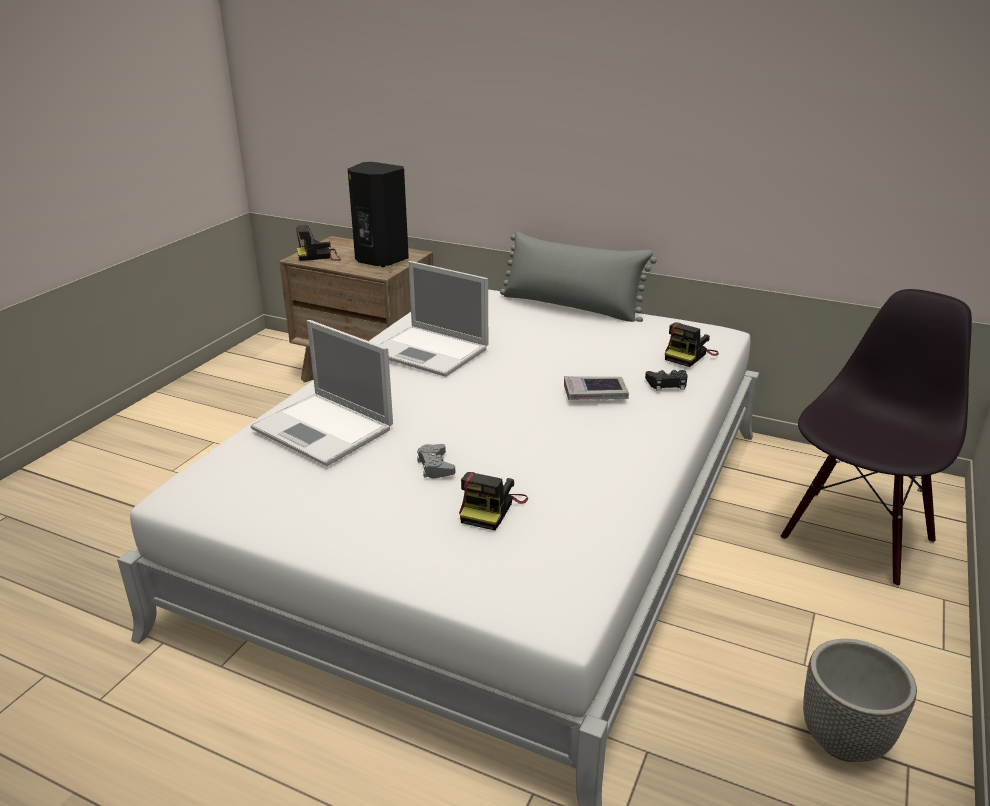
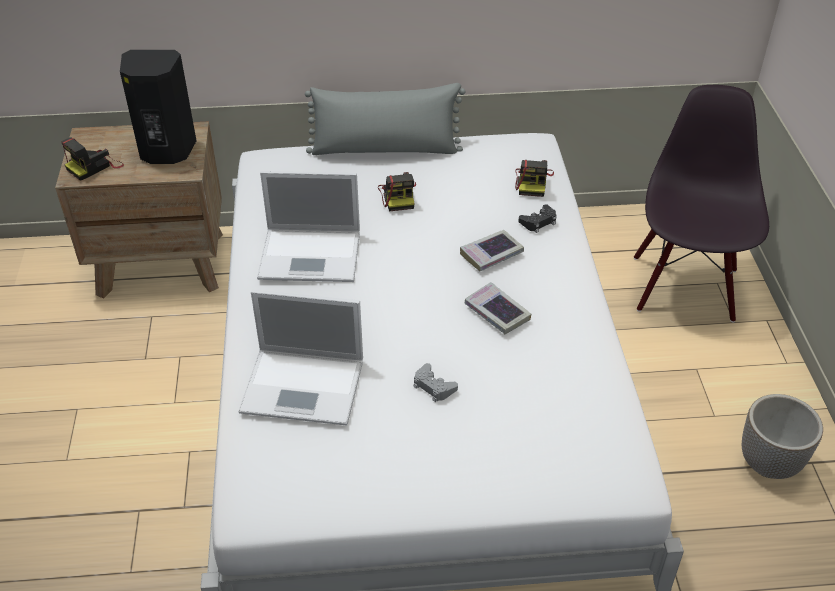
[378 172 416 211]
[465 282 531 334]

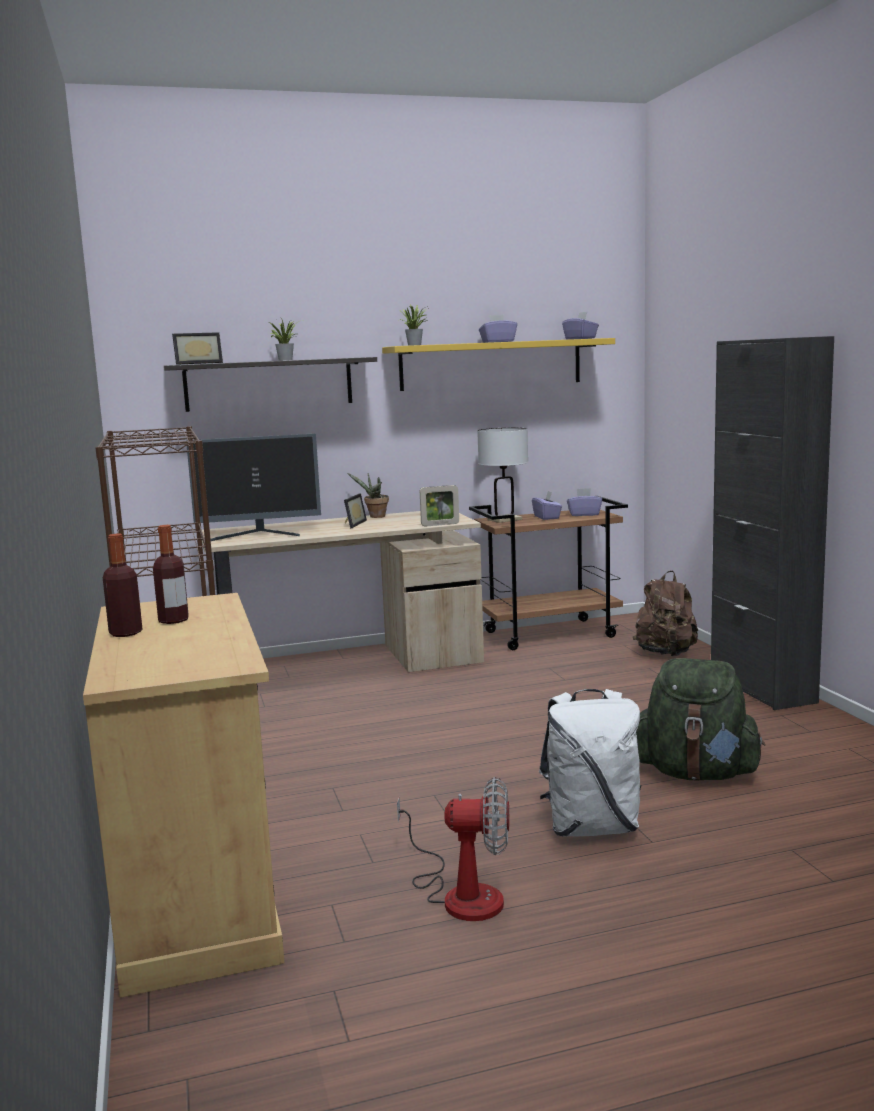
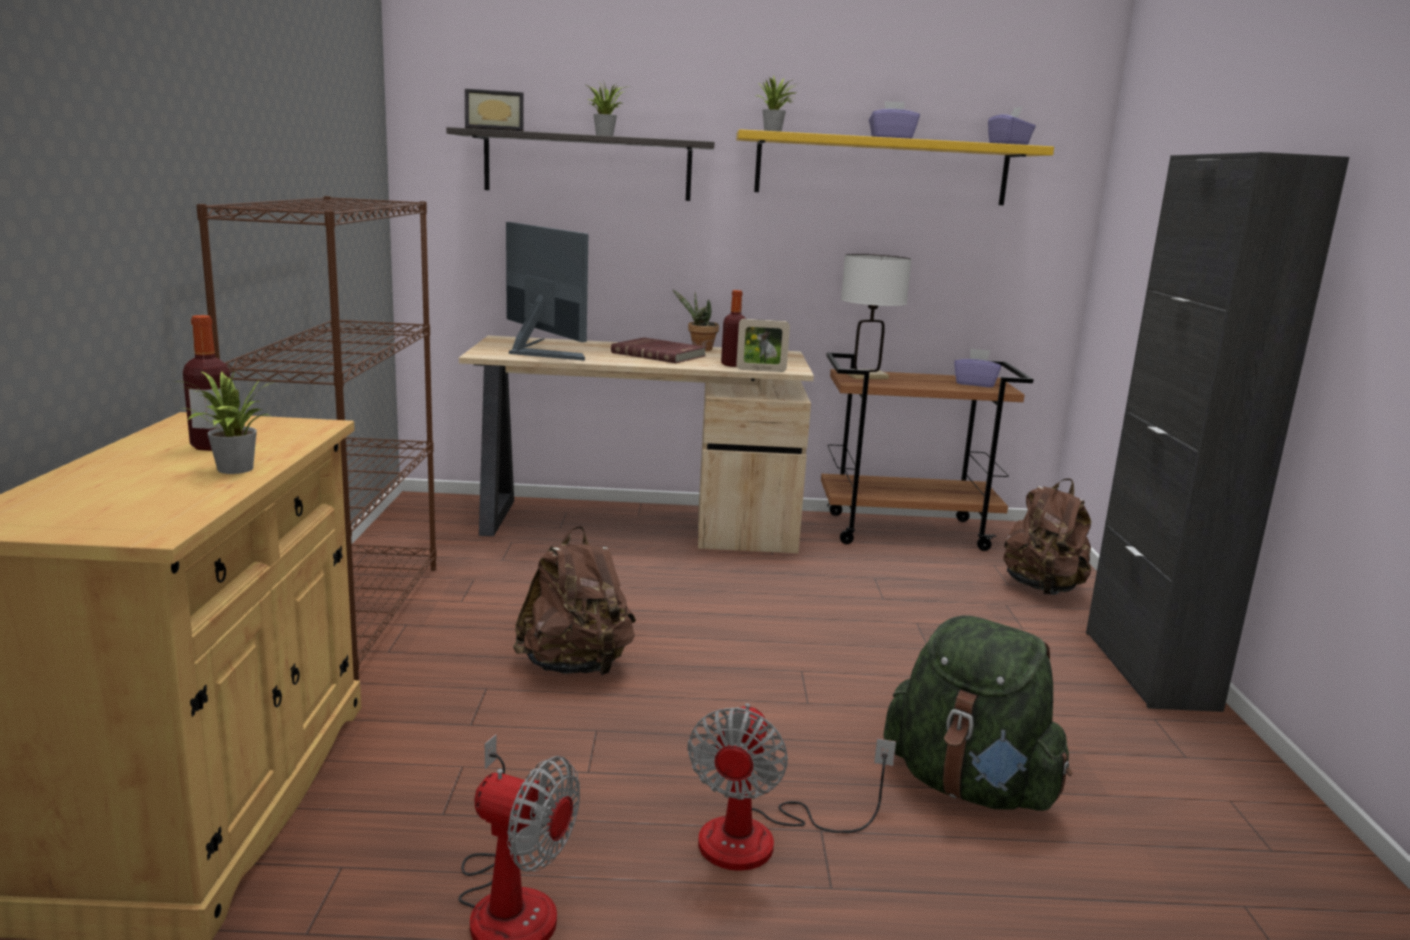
[506 222 588 361]
[532 491 562 520] (first image)
[611 337 706 363]
[721 290 746 367]
[687 703 896 871]
[175 370 274 474]
[513 526 636 675]

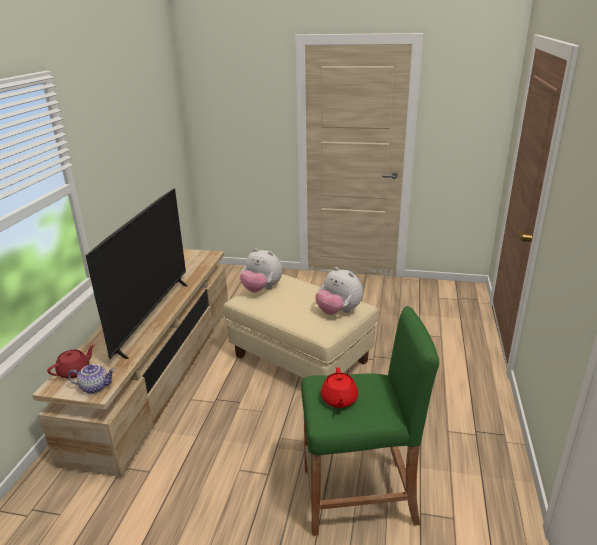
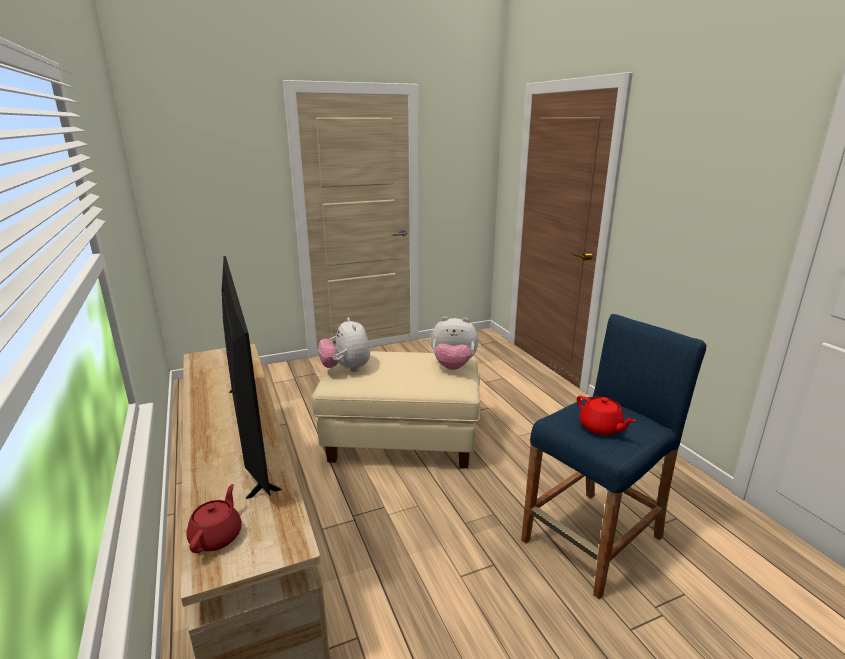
[318 317 370 372]
[521 314 707 599]
[68 364 115 394] (first image)

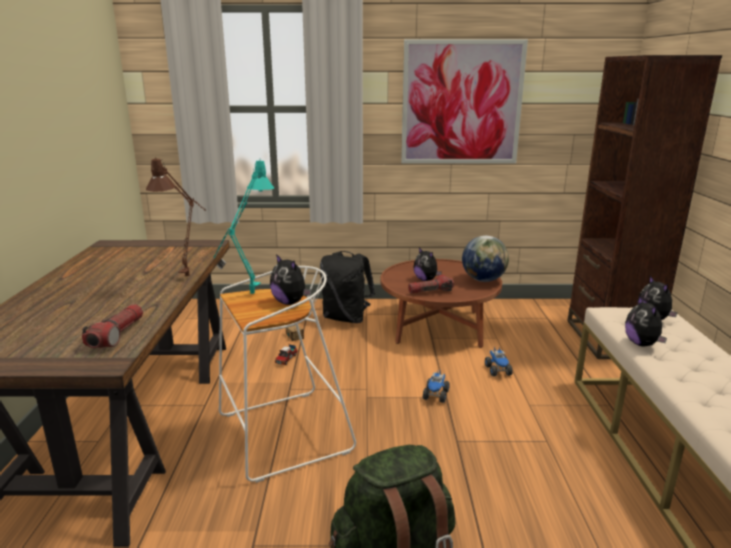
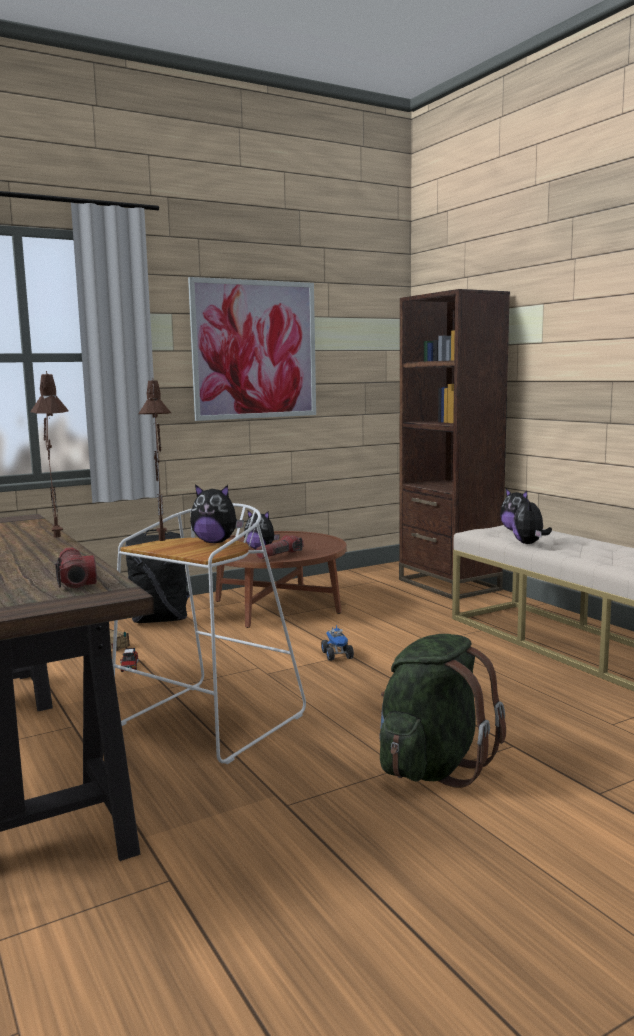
[138 378 171 541]
[462 236 509 282] (first image)
[512 497 552 544]
[485 346 513 376] (first image)

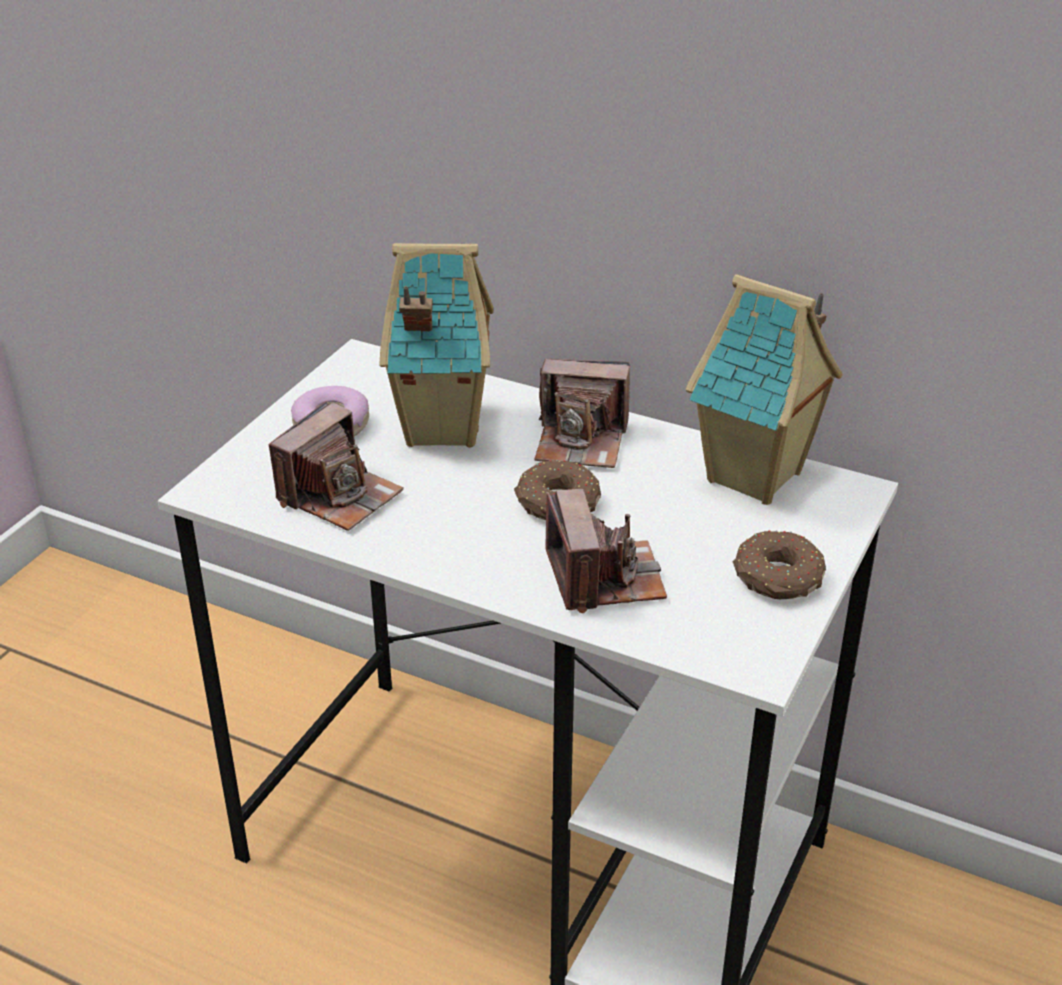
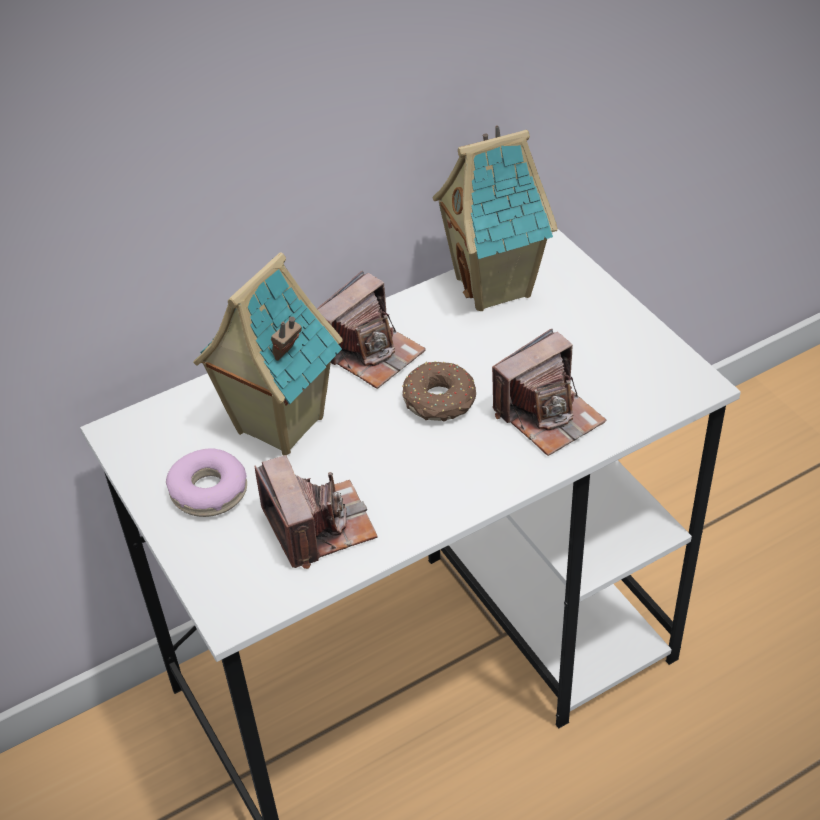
[492 329 606 456]
[732 530 826 599] (first image)

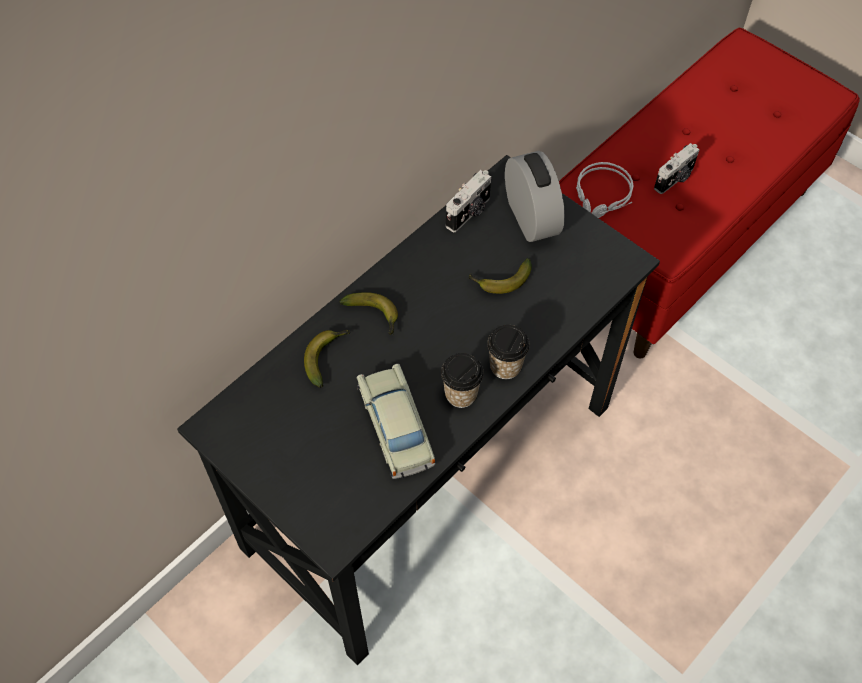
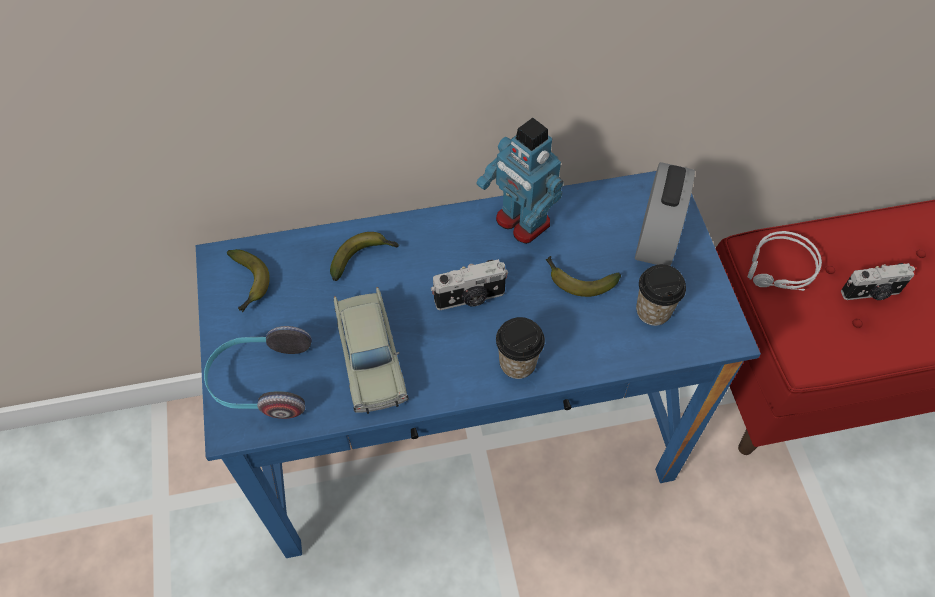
[196 171 761 558]
[431 259 508 310]
[227 249 270 312]
[636 264 686 326]
[334 287 409 414]
[477 118 564 244]
[204 326 312 419]

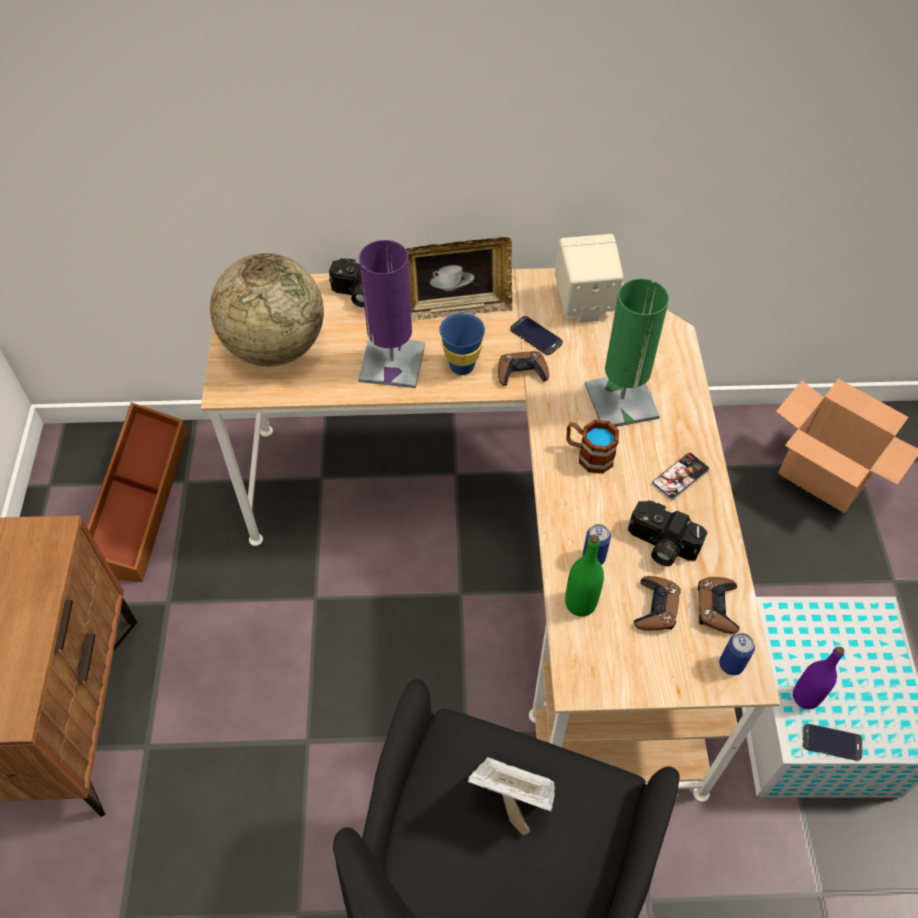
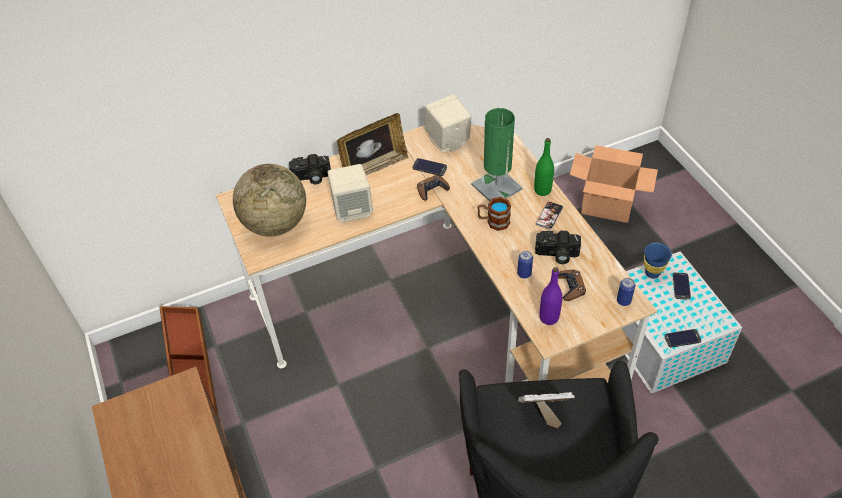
[328 164 373 223]
[644 243 672 279]
[534 138 554 196]
[698 577 739 634] (first image)
[540 267 562 325]
[673 272 691 300]

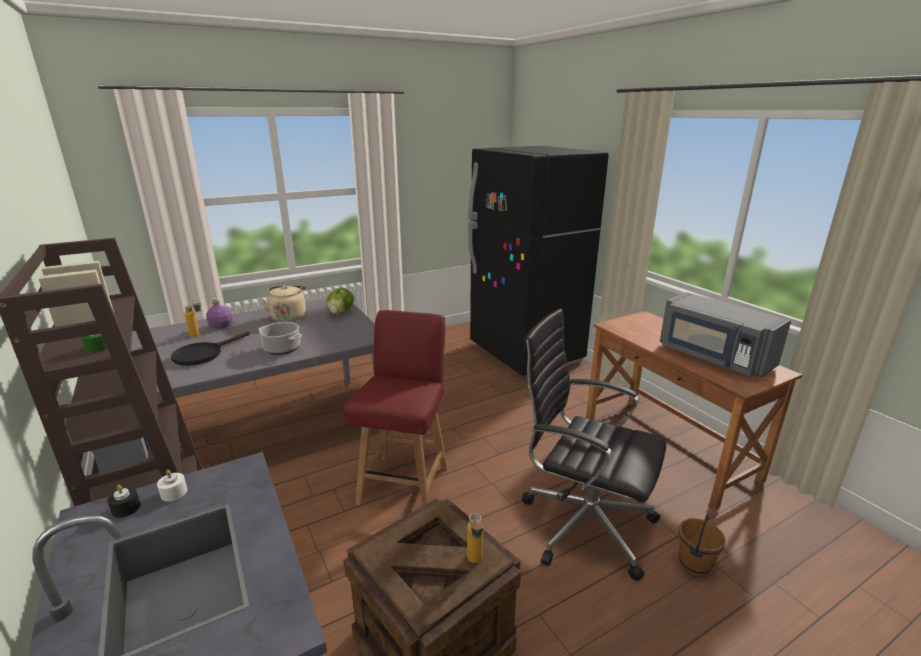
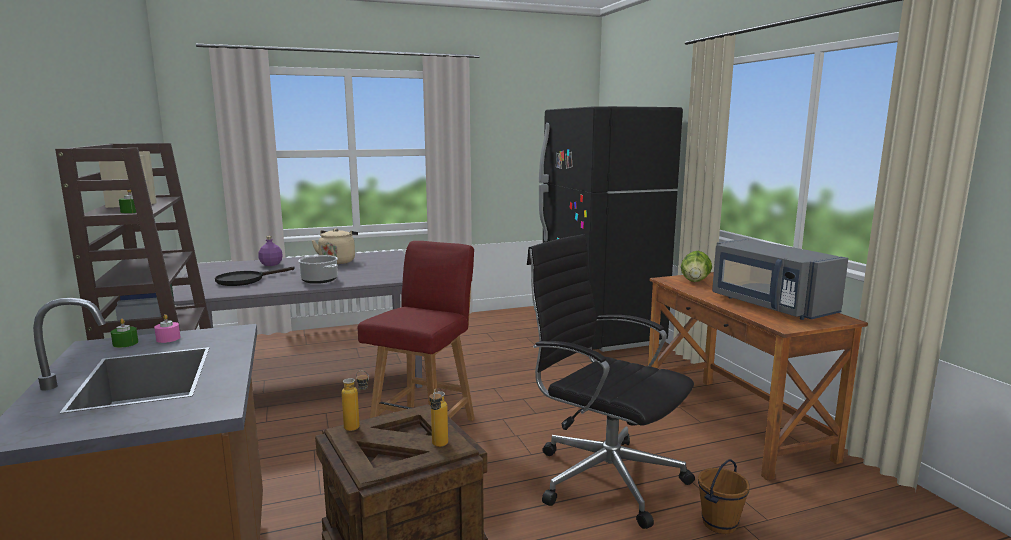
[681 251 712 282]
[342 370 369 431]
[154 314 181 343]
[111 319 138 348]

